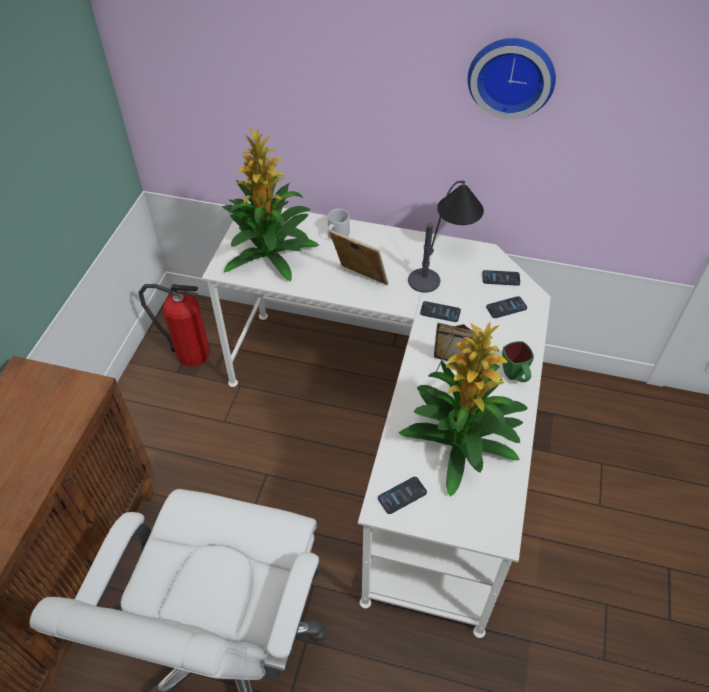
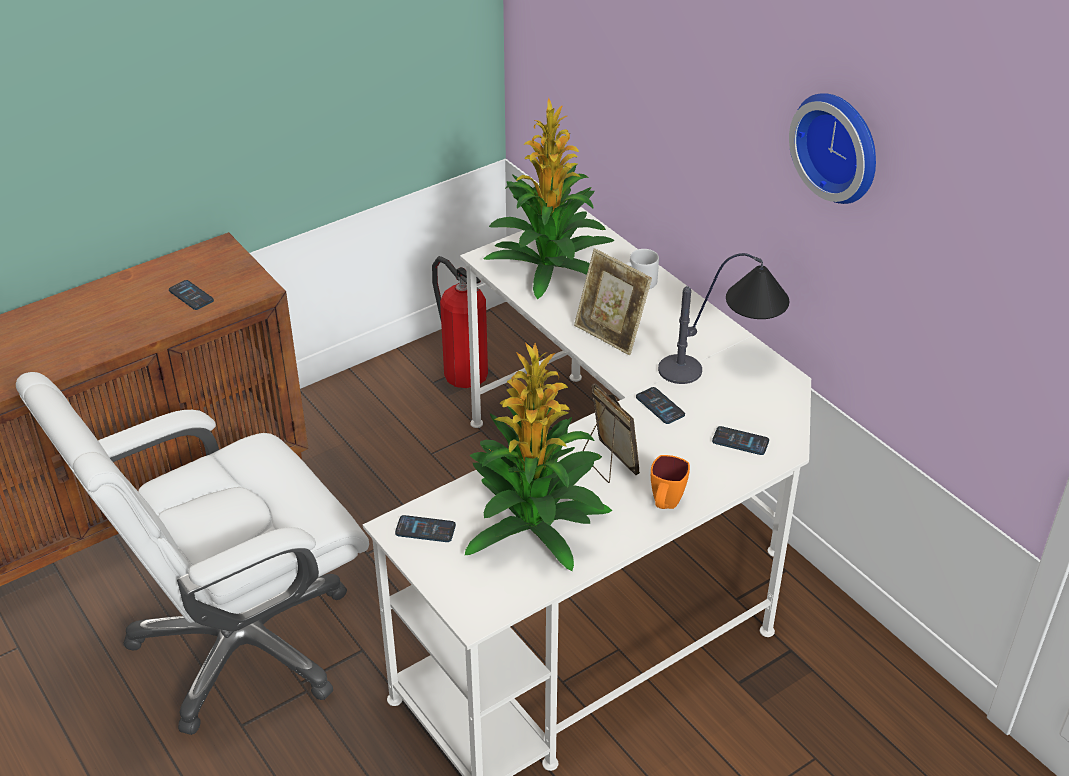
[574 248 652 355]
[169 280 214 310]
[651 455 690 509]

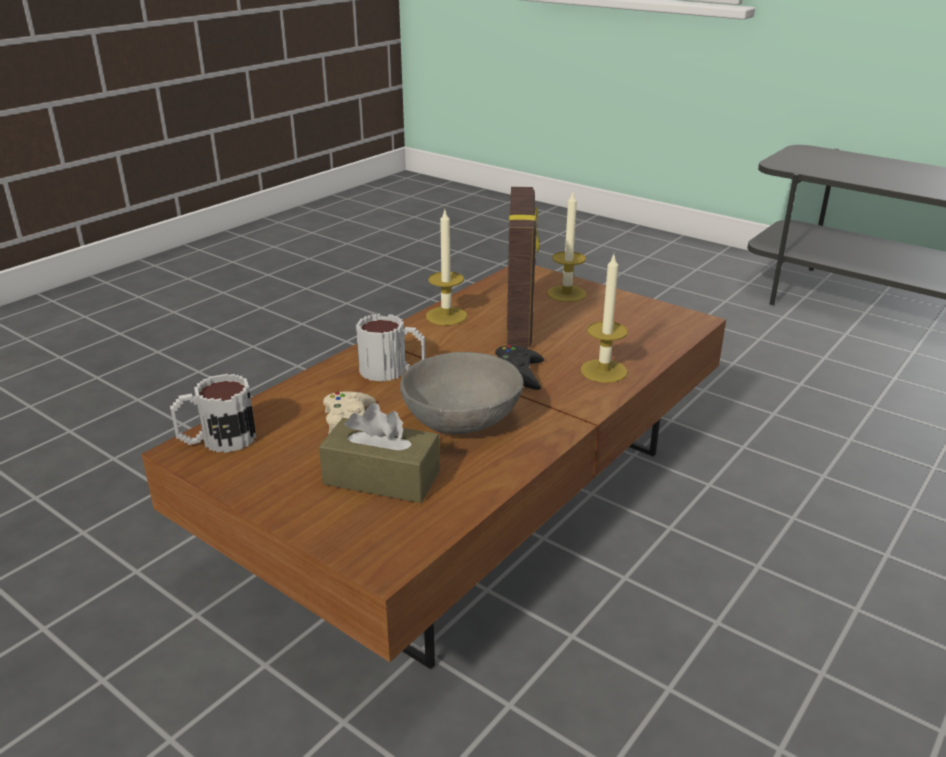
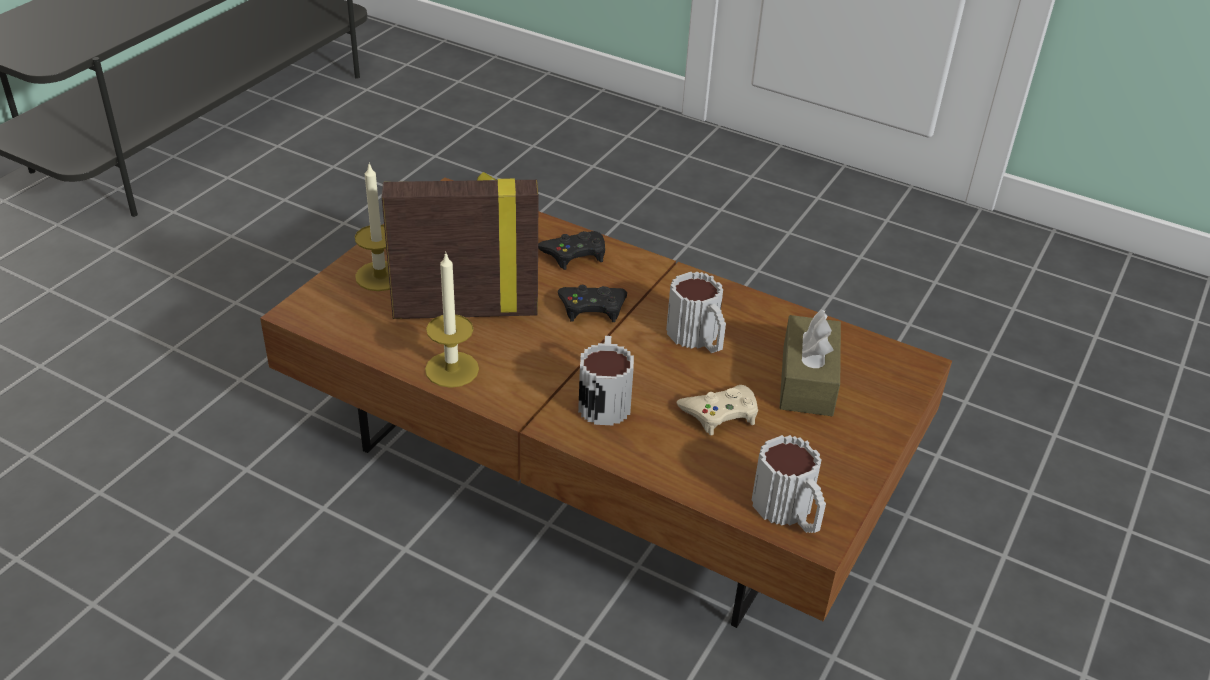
[538 231 605 270]
[666 272 726 353]

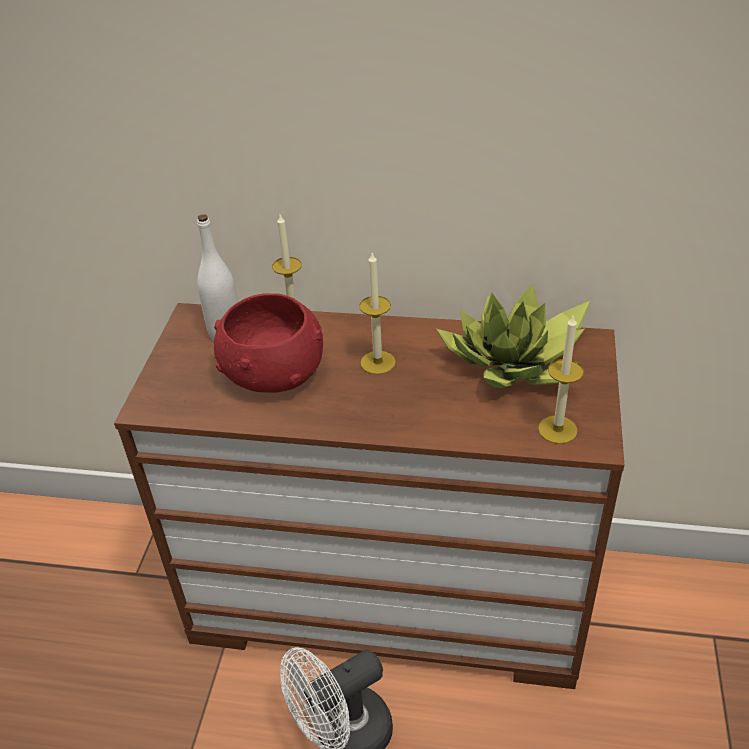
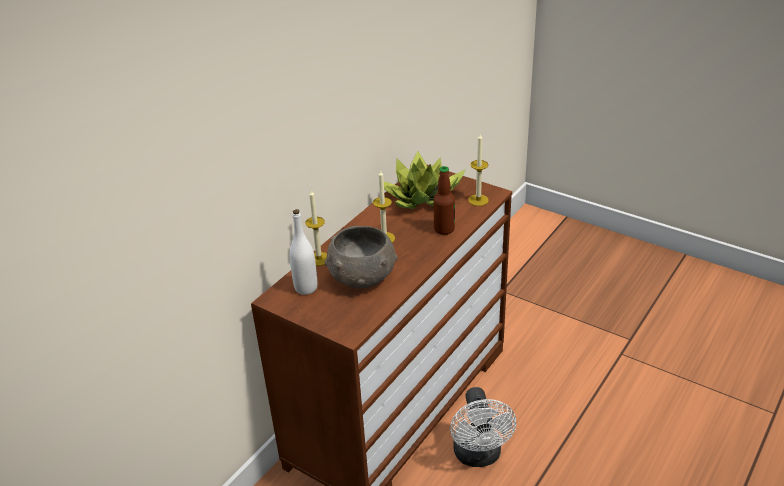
[325 226 397 288]
[434 166 455 235]

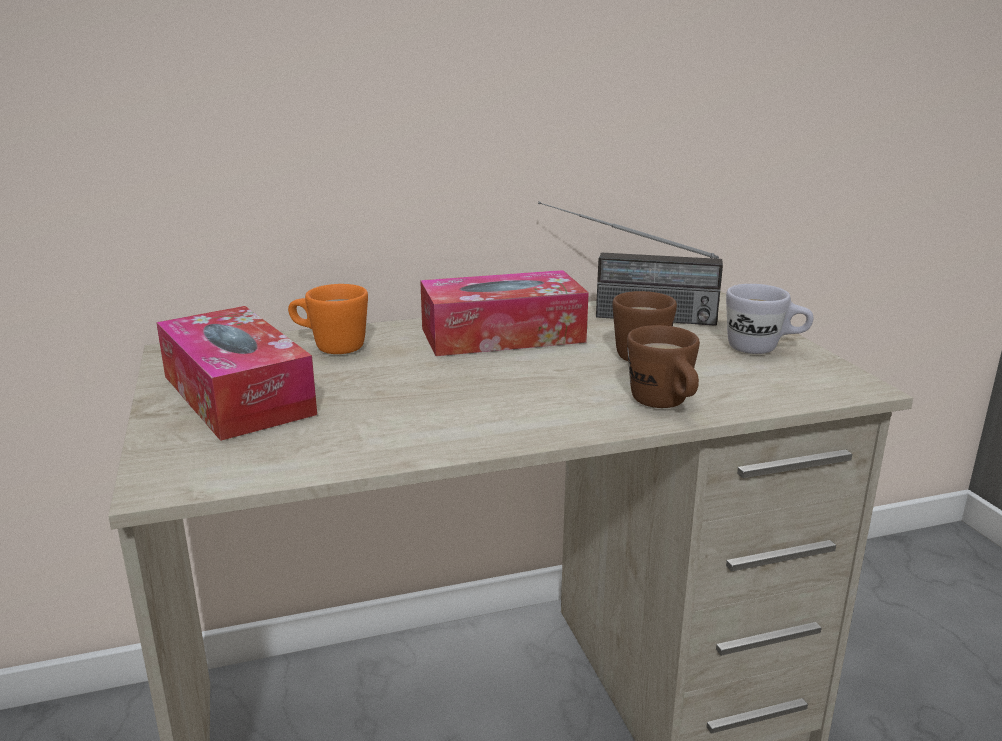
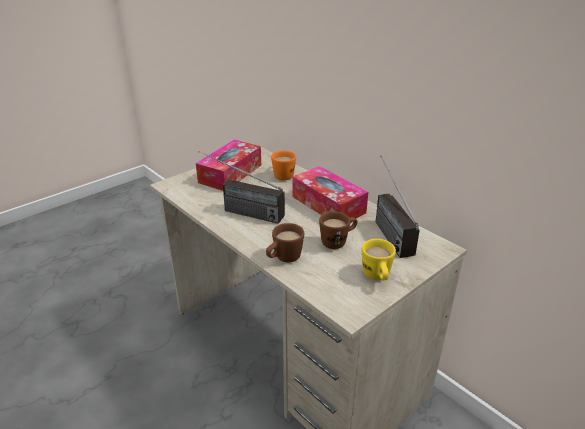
[362 239 396 281]
[199 151 285 224]

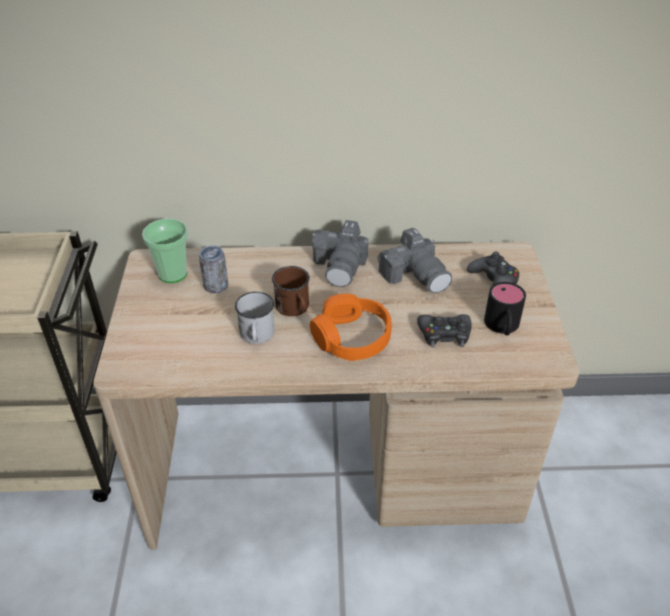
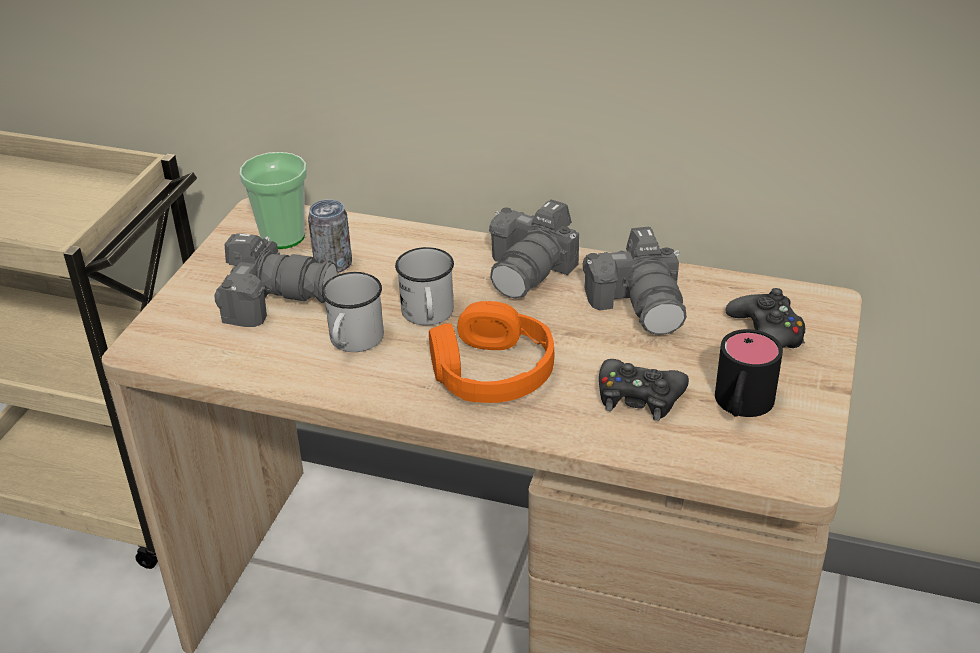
[395 247 454 325]
[215 233 338 327]

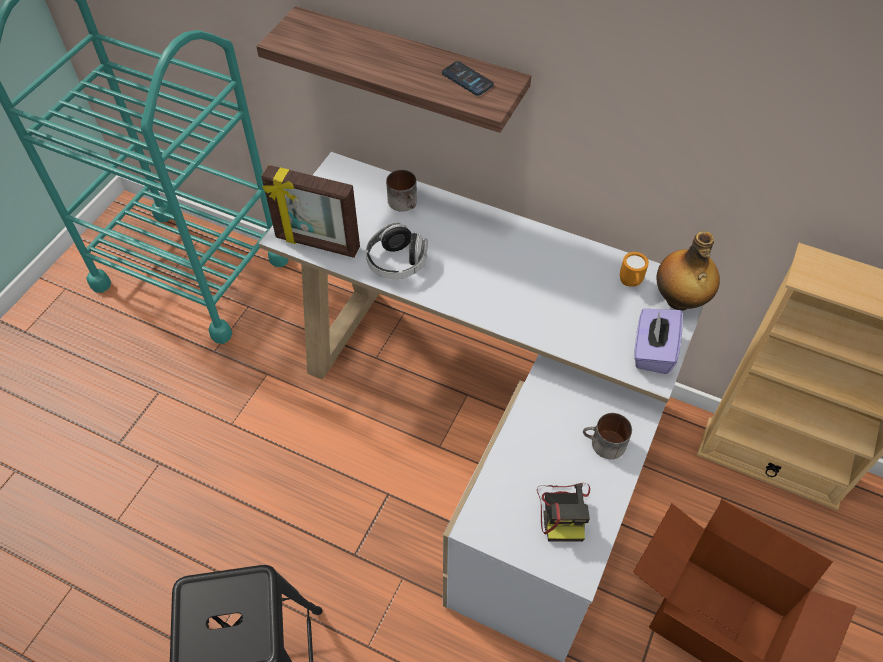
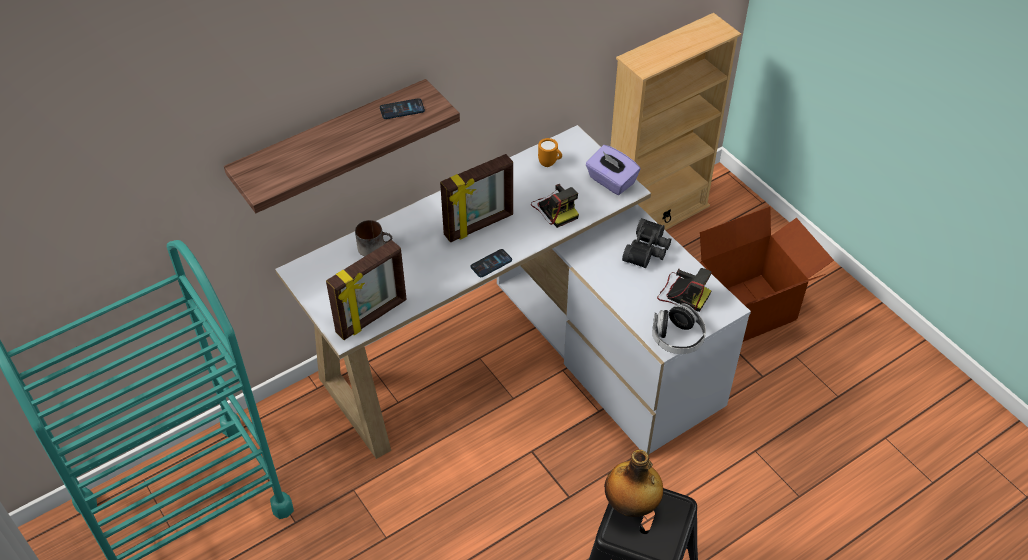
[652 304 706 354]
[604 450 663 517]
[622 218 671 268]
[440 154 513 242]
[531 184 579 228]
[470 249 512 277]

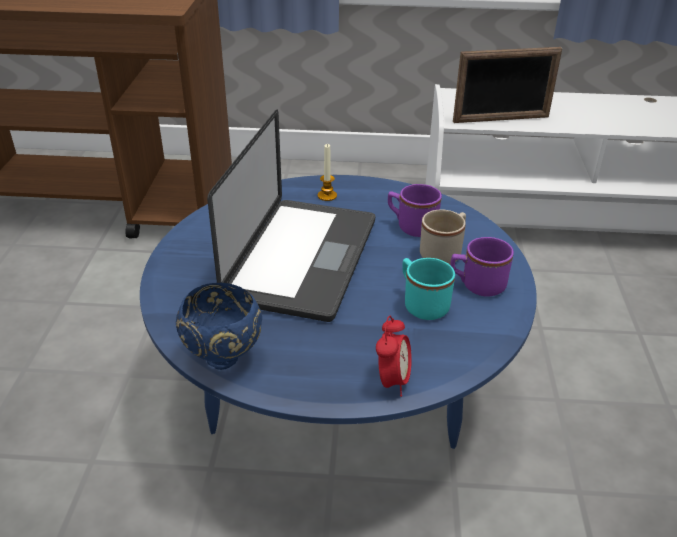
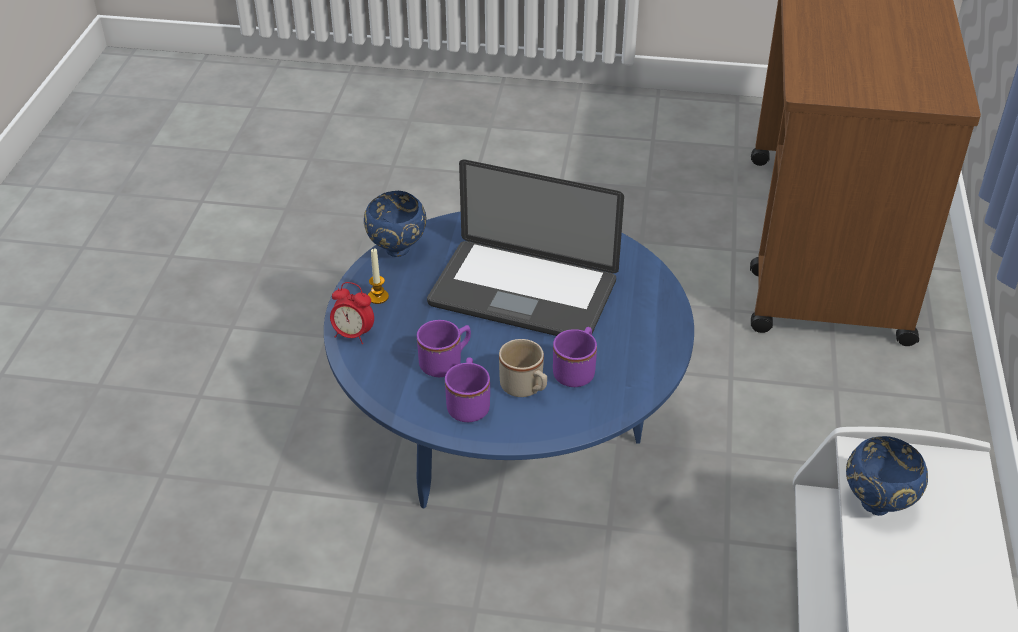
[846 436 928 516]
[368 248 389 304]
[417 320 471 377]

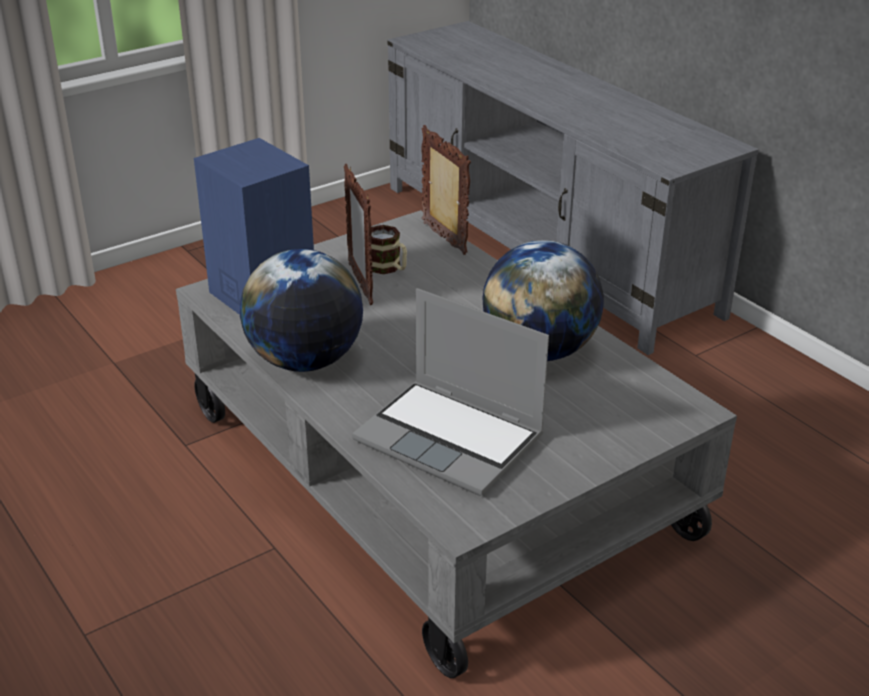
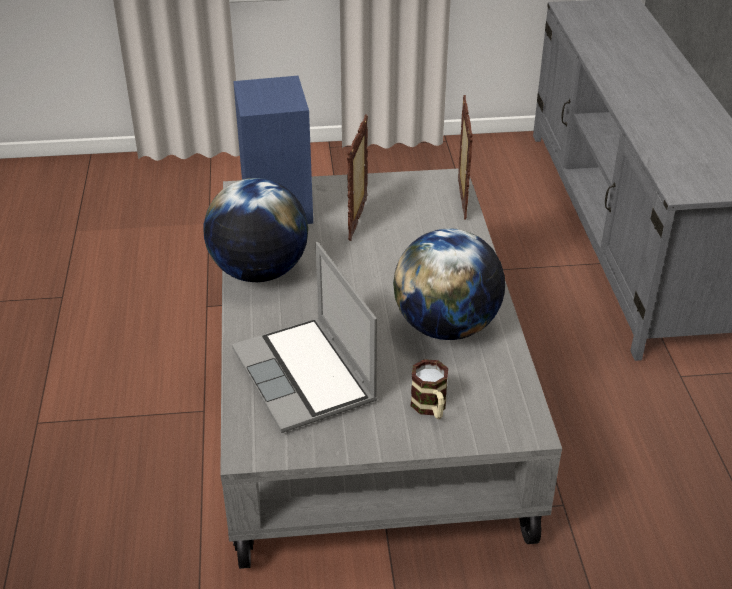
[411 359 448 419]

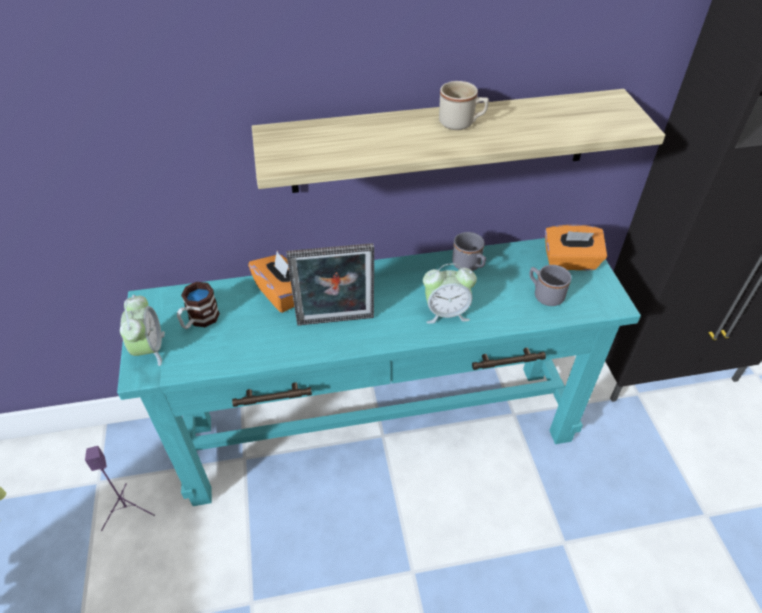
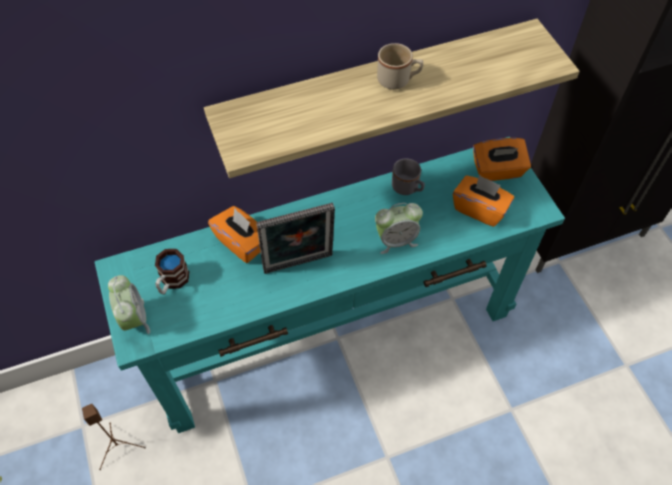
[453 175 514 227]
[82 404 146 470]

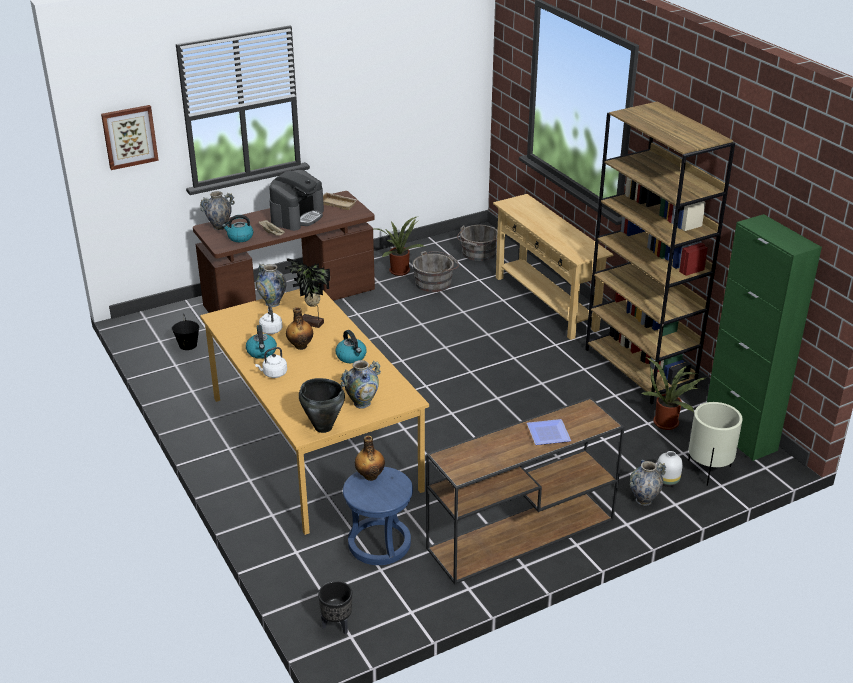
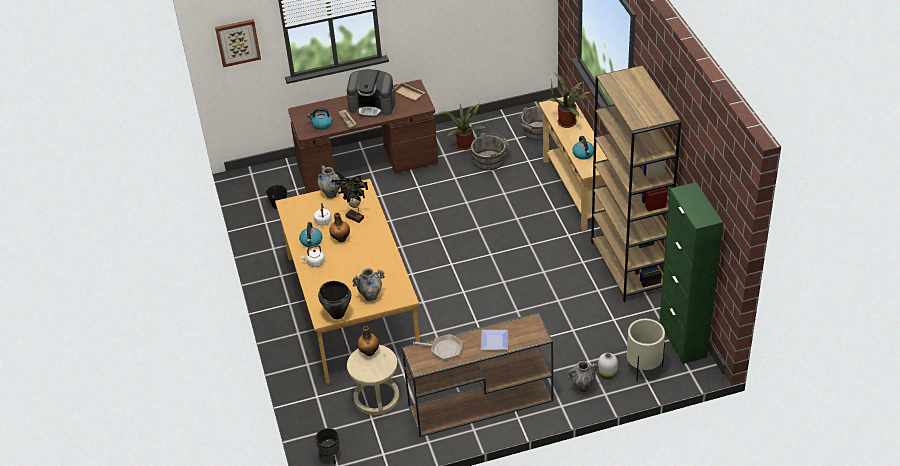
[347 69 396 118]
[200 191 235 230] (first image)
[572 136 594 160]
[549 73 590 128]
[347 345 399 415]
[413 334 463 360]

